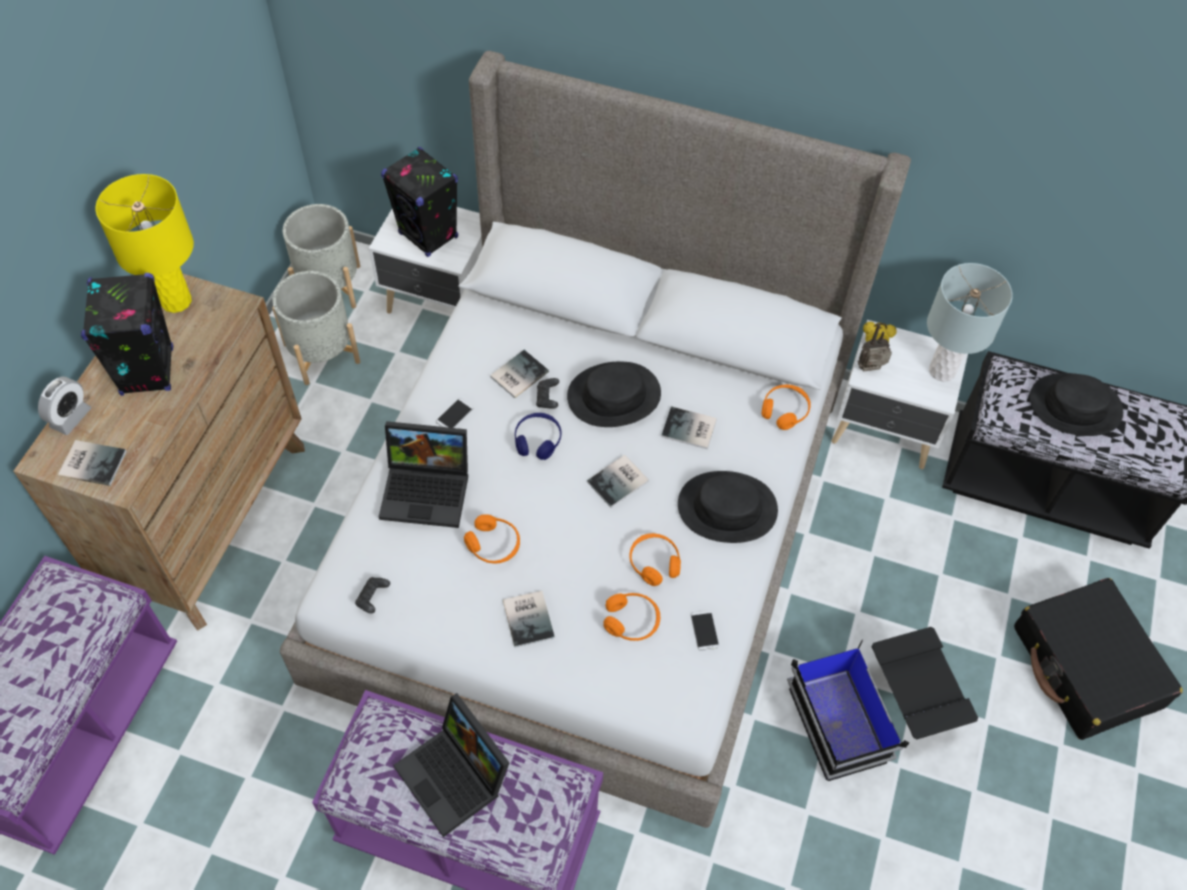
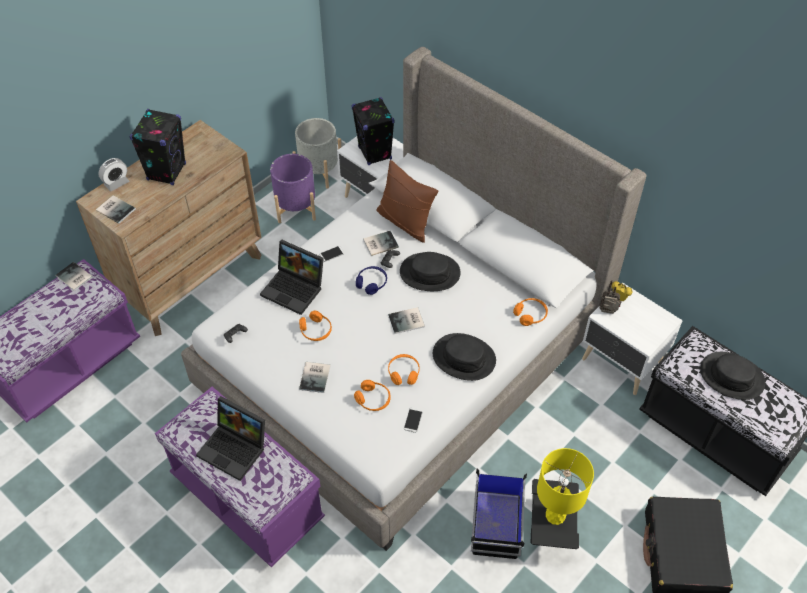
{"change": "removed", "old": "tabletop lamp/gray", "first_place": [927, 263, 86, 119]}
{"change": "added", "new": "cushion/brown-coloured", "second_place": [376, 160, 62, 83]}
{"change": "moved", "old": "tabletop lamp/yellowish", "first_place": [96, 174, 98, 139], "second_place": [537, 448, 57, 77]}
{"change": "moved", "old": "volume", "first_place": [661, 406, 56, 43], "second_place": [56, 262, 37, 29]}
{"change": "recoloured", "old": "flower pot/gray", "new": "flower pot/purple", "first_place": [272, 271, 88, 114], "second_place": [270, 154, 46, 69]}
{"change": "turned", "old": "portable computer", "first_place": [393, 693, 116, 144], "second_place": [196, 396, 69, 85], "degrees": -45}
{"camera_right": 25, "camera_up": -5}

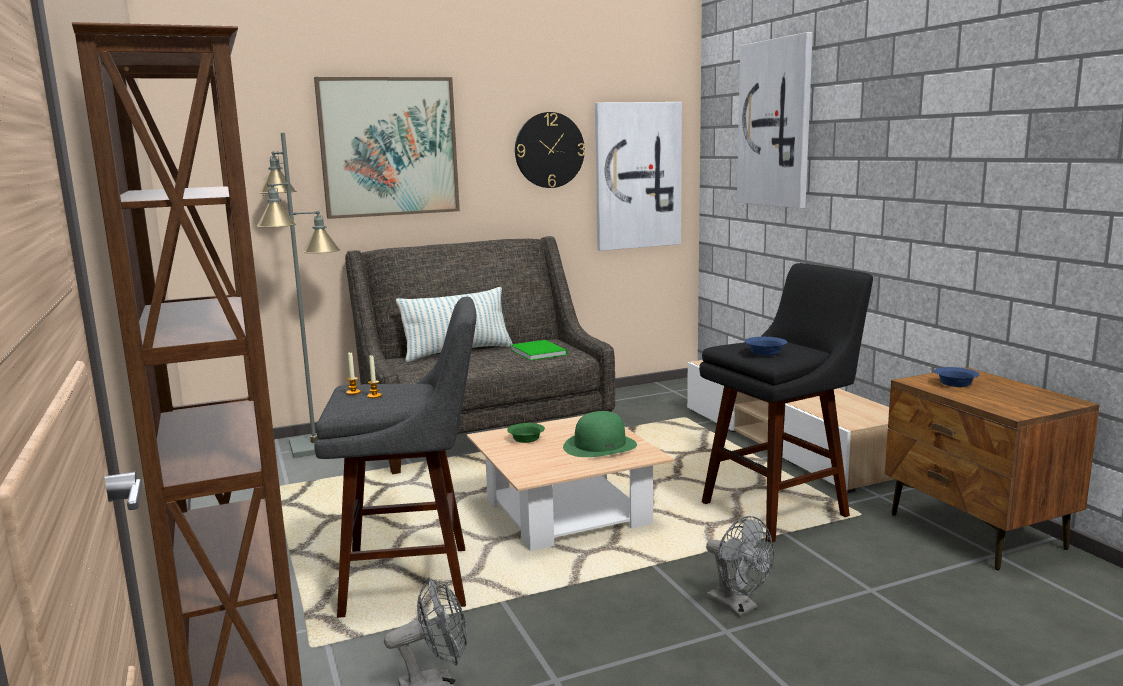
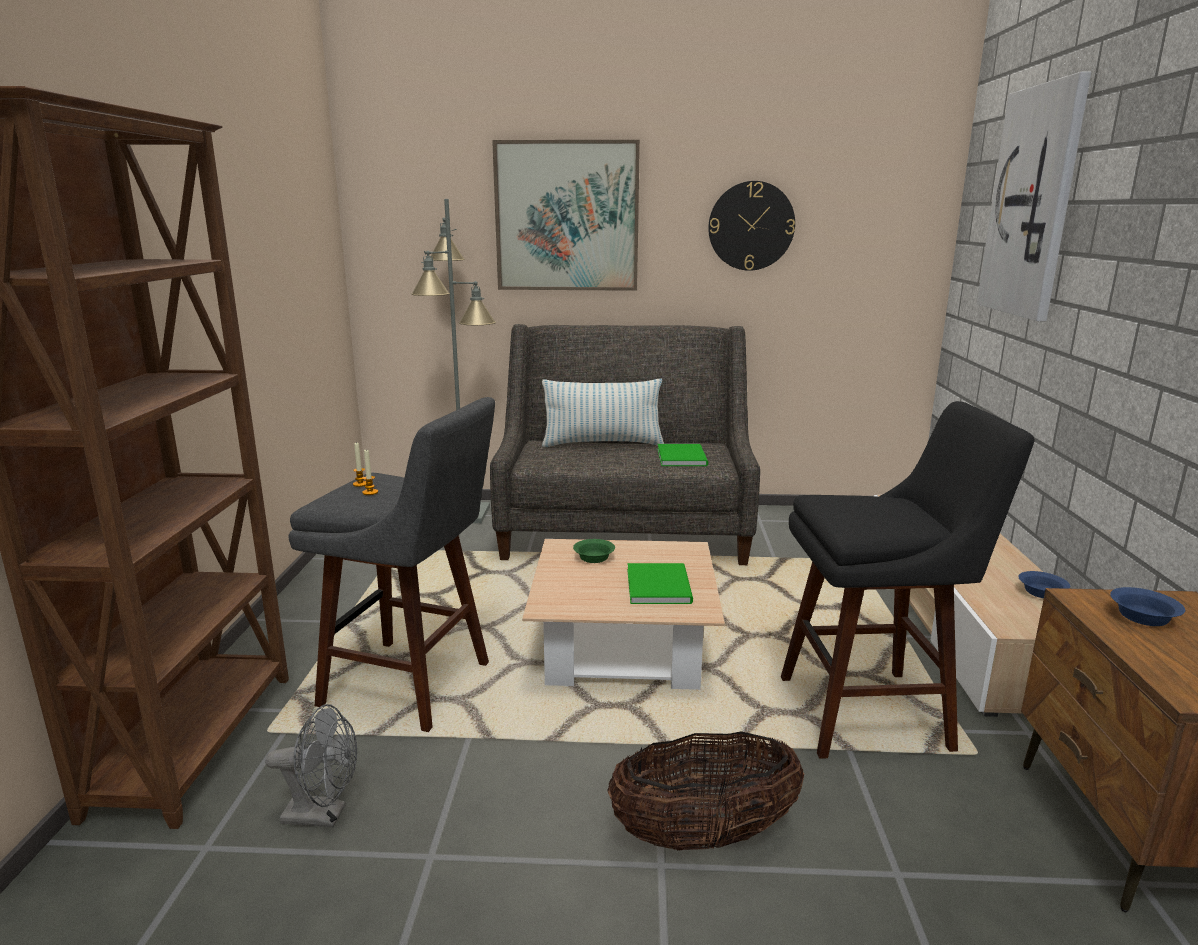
{"change": "removed", "old": "wall picture", "first_place": [595, 102, 87, 149]}
{"change": "moved", "old": "bowl/blue", "first_place": [745, 337, 42, 19], "second_place": [1018, 571, 52, 27]}
{"change": "replaced", "old": "clothing hat/greenish", "new": "volume/greenish", "first_place": [563, 411, 74, 46], "second_place": [627, 563, 66, 41]}
{"change": "replaced", "old": "fan/gray", "new": "storage basket", "first_place": [706, 516, 69, 101], "second_place": [607, 731, 197, 119]}
{"camera_right": 25, "camera_up": 5}

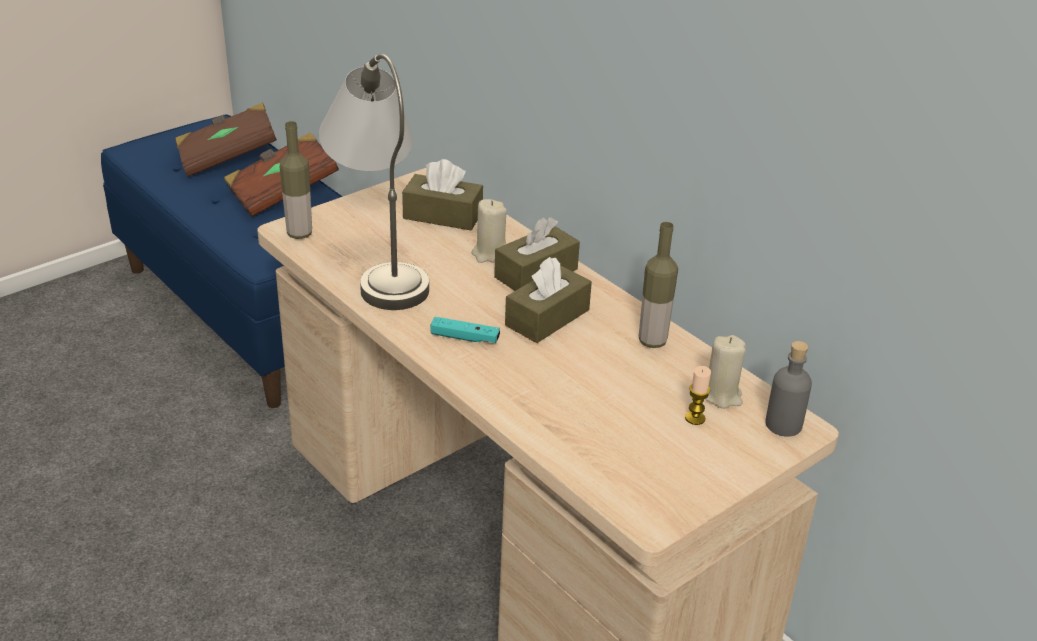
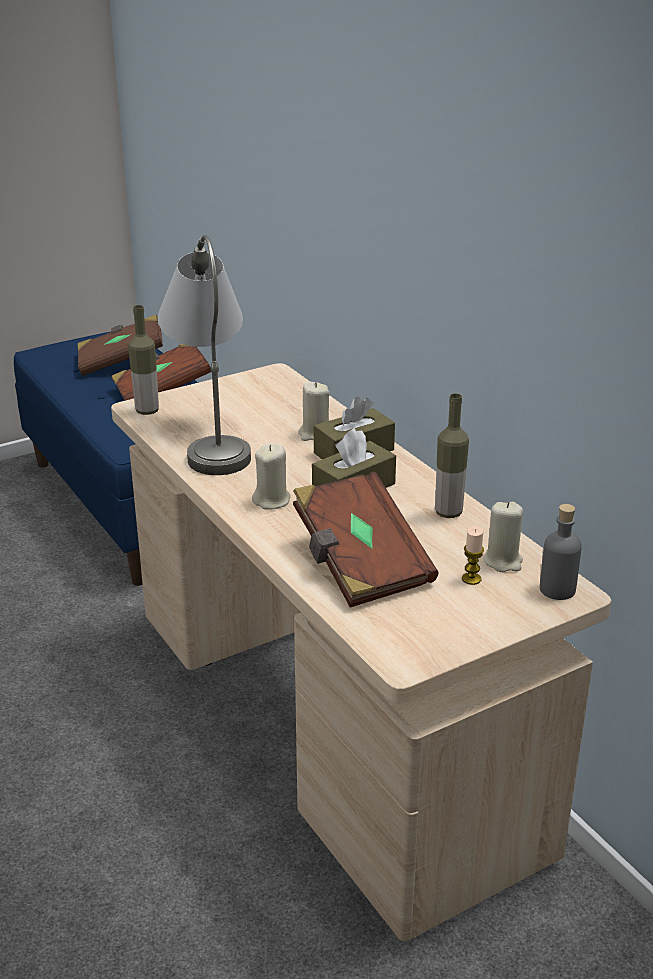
{"change": "removed", "old": "tissue box/brown-coloured", "first_place": [402, 159, 81, 71]}
{"change": "added", "new": "volume/brown-coloured", "second_place": [293, 472, 145, 135]}
{"change": "replaced", "old": "joypad/blue-green", "new": "wax candle/beige-coloured", "first_place": [430, 317, 70, 26], "second_place": [252, 443, 39, 67]}
{"camera_right": 10, "camera_up": -5}

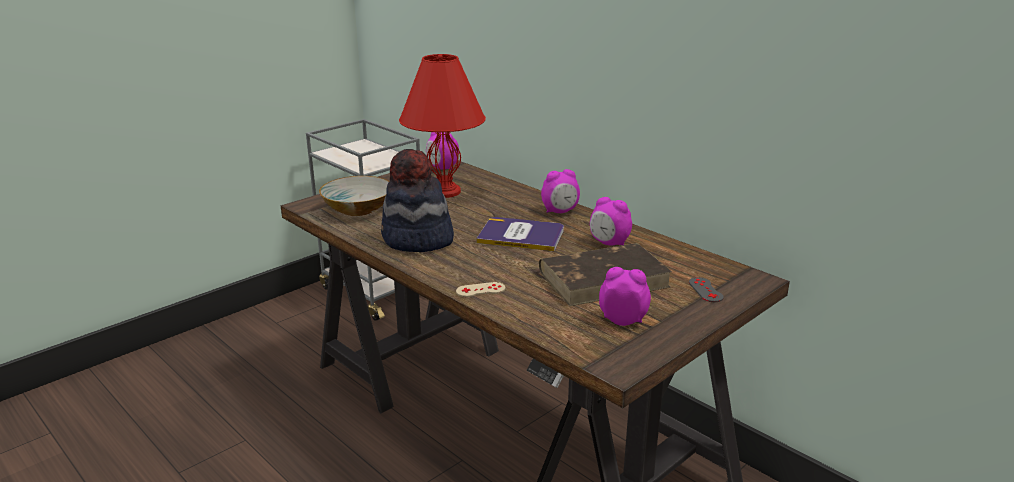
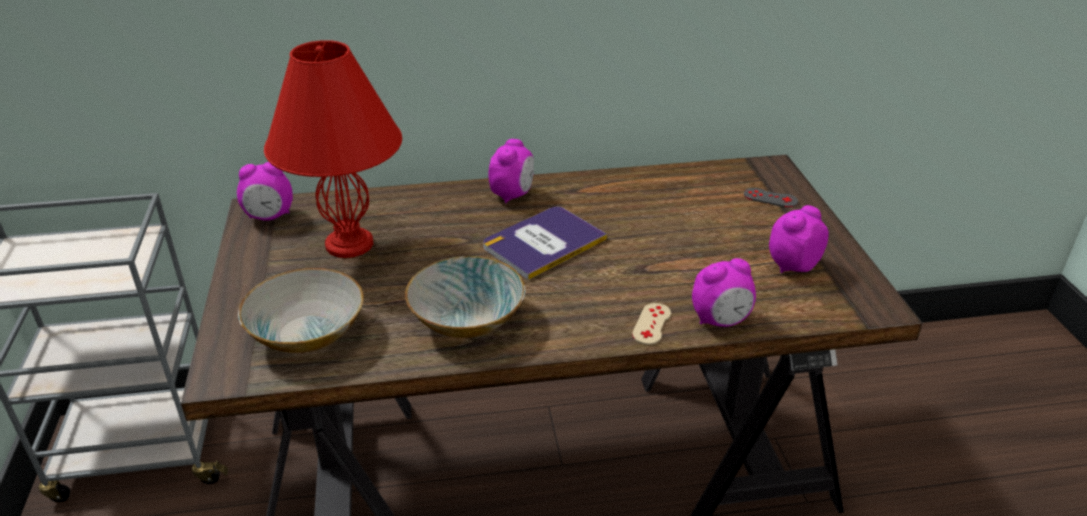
{"change": "removed", "old": "volume/brown-coloured", "first_place": [539, 243, 133, 63]}
{"change": "moved", "old": "table clock", "first_place": [590, 197, 42, 48], "second_place": [692, 258, 64, 69]}
{"change": "replaced", "old": "clothing hat", "new": "bowl", "first_place": [381, 149, 73, 103], "second_place": [405, 256, 121, 82]}
{"camera_right": -55, "camera_up": 10}

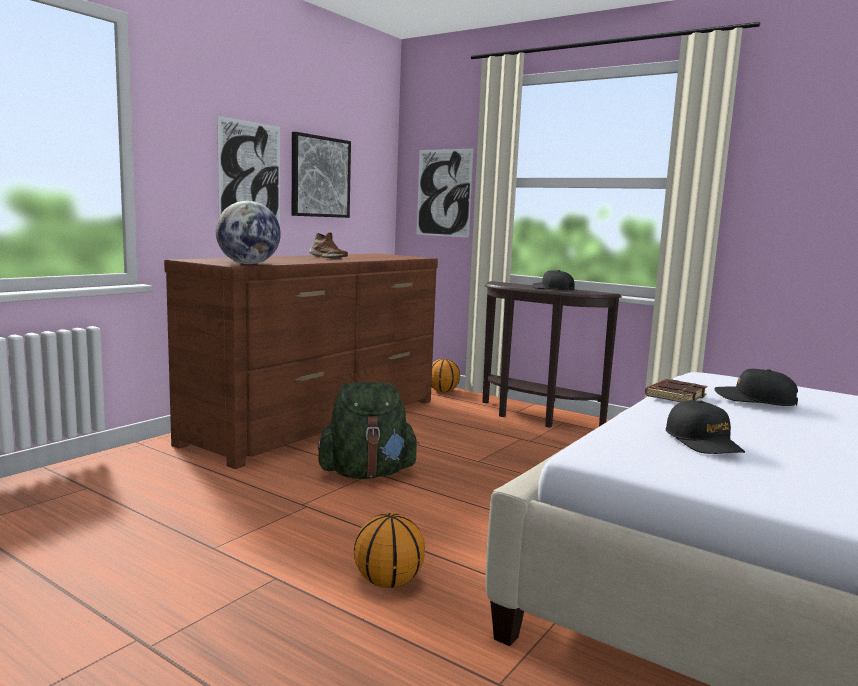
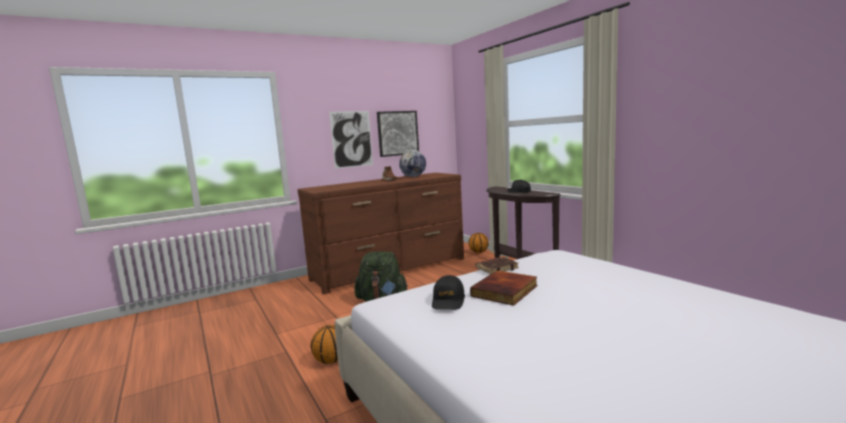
{"change": "removed", "old": "wall picture", "first_place": [417, 149, 56, 89]}
{"change": "removed", "old": "baseball cap/blackish", "first_place": [715, 369, 83, 37]}
{"change": "added", "new": "volume", "second_place": [470, 270, 68, 36]}
{"change": "moved", "old": "desk globe", "first_place": [216, 201, 65, 63], "second_place": [399, 150, 27, 27]}
{"camera_right": 25, "camera_up": 0}

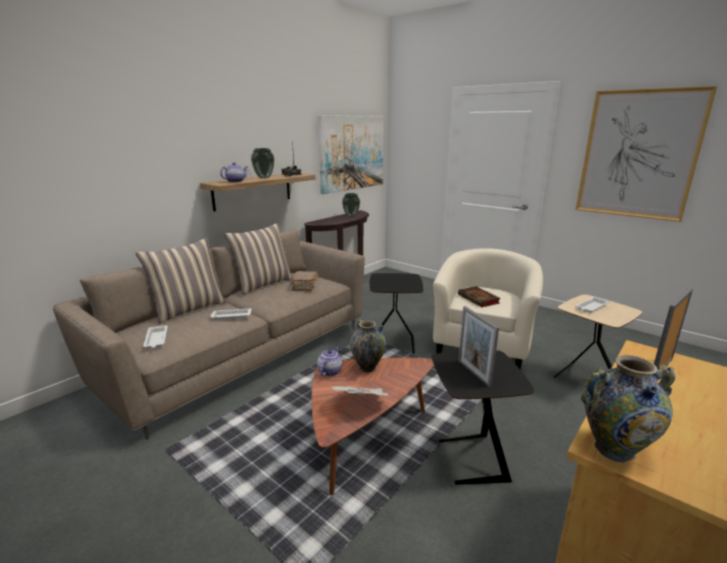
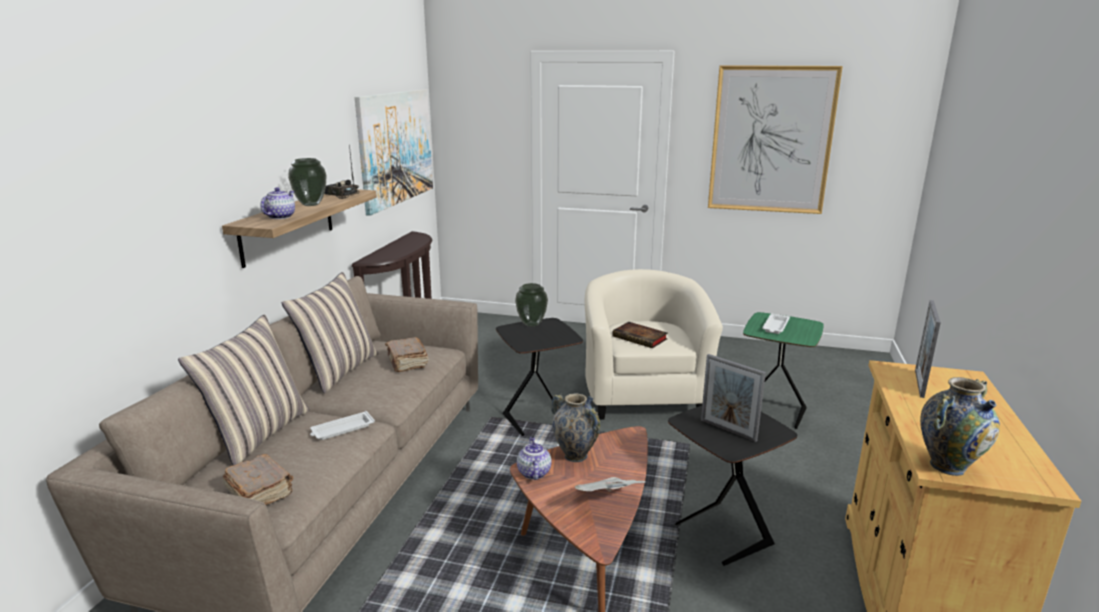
{"change": "moved", "old": "flower vase", "first_place": [342, 193, 18, 24], "second_place": [515, 283, 33, 44]}
{"change": "replaced", "old": "tray/white", "new": "volume/brown-coloured", "first_place": [143, 325, 25, 24], "second_place": [222, 454, 72, 51]}
{"change": "recoloured", "old": "end table/beige-coloured", "new": "end table/greenish", "first_place": [554, 295, 88, 83], "second_place": [743, 312, 81, 117]}
{"camera_right": -25, "camera_up": 0}

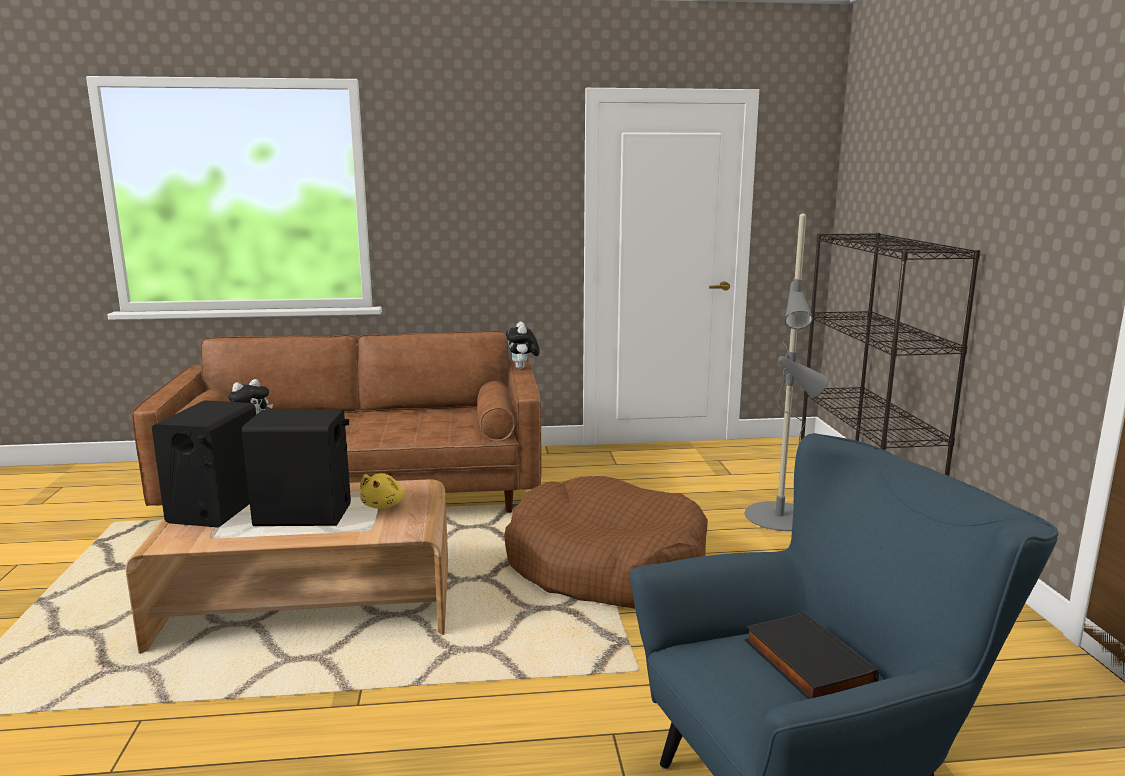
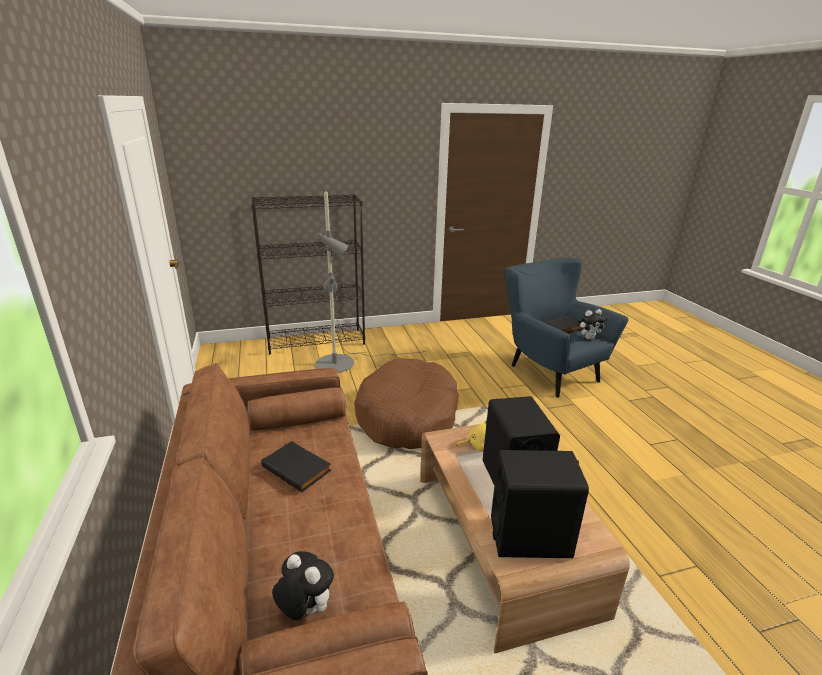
{"change": "added", "new": "volume/blackish", "second_place": [261, 441, 70, 51]}
{"change": "moved", "old": "plush toy", "first_place": [506, 321, 34, 48], "second_place": [579, 309, 28, 30]}
{"camera_right": -100, "camera_up": 10}

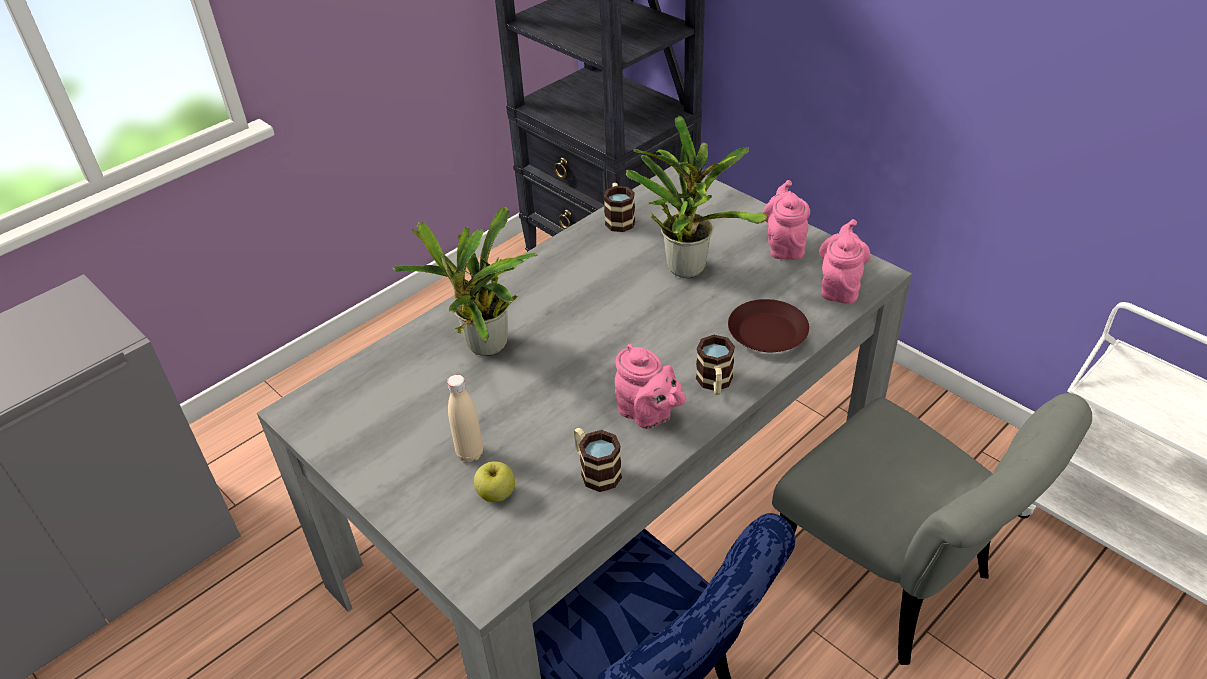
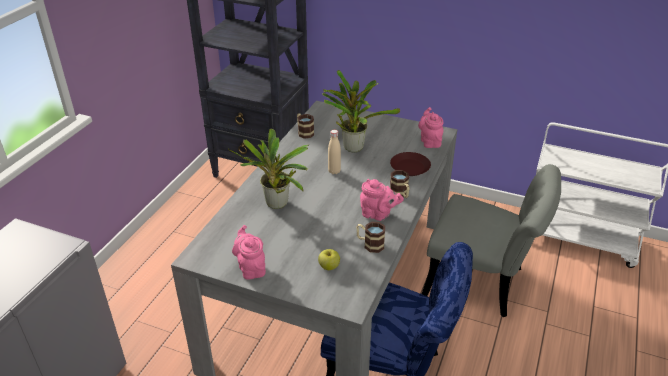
{"change": "moved", "old": "bottle/beige-coloured", "first_place": [447, 375, 36, 88], "second_place": [328, 130, 13, 44]}
{"change": "moved", "old": "tea pot/pinkish", "first_place": [763, 180, 47, 80], "second_place": [232, 225, 34, 55]}
{"camera_right": -25, "camera_up": -5}

